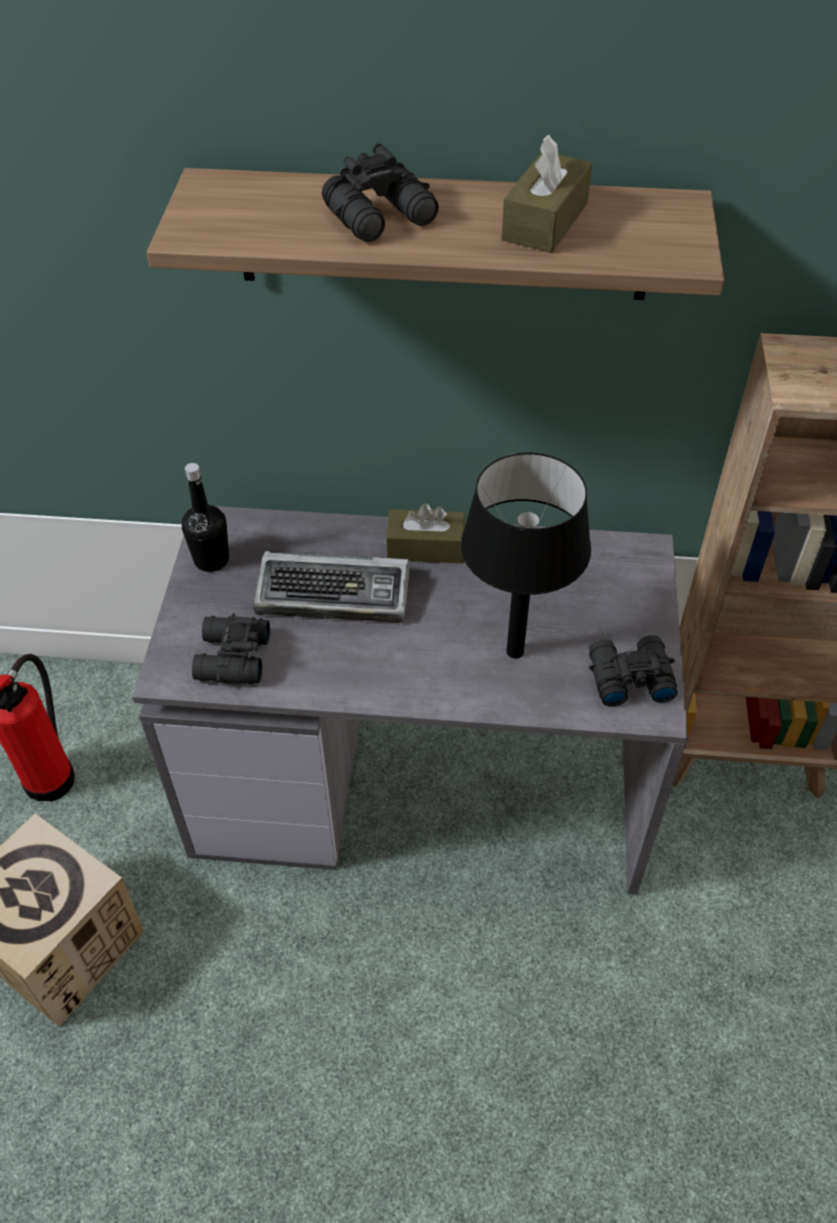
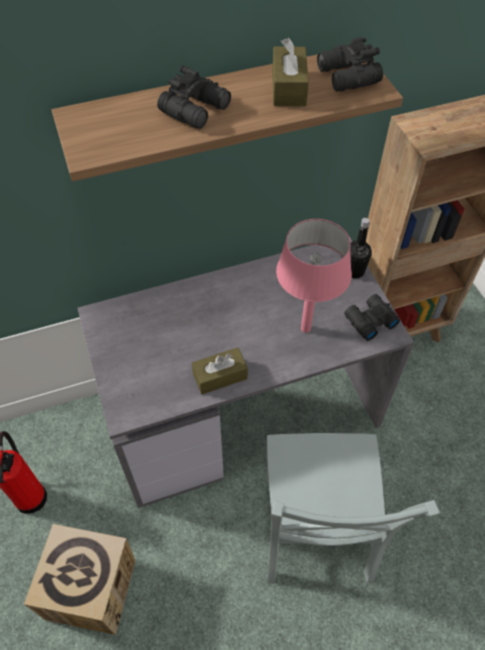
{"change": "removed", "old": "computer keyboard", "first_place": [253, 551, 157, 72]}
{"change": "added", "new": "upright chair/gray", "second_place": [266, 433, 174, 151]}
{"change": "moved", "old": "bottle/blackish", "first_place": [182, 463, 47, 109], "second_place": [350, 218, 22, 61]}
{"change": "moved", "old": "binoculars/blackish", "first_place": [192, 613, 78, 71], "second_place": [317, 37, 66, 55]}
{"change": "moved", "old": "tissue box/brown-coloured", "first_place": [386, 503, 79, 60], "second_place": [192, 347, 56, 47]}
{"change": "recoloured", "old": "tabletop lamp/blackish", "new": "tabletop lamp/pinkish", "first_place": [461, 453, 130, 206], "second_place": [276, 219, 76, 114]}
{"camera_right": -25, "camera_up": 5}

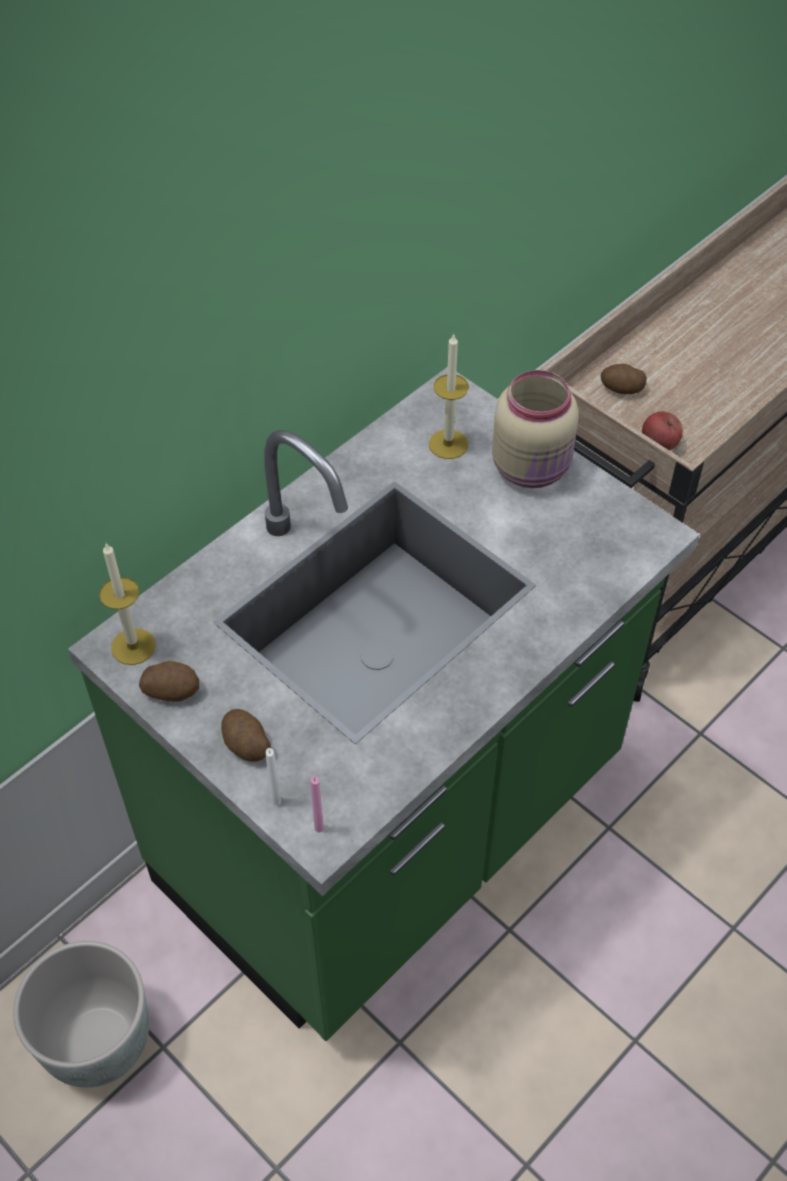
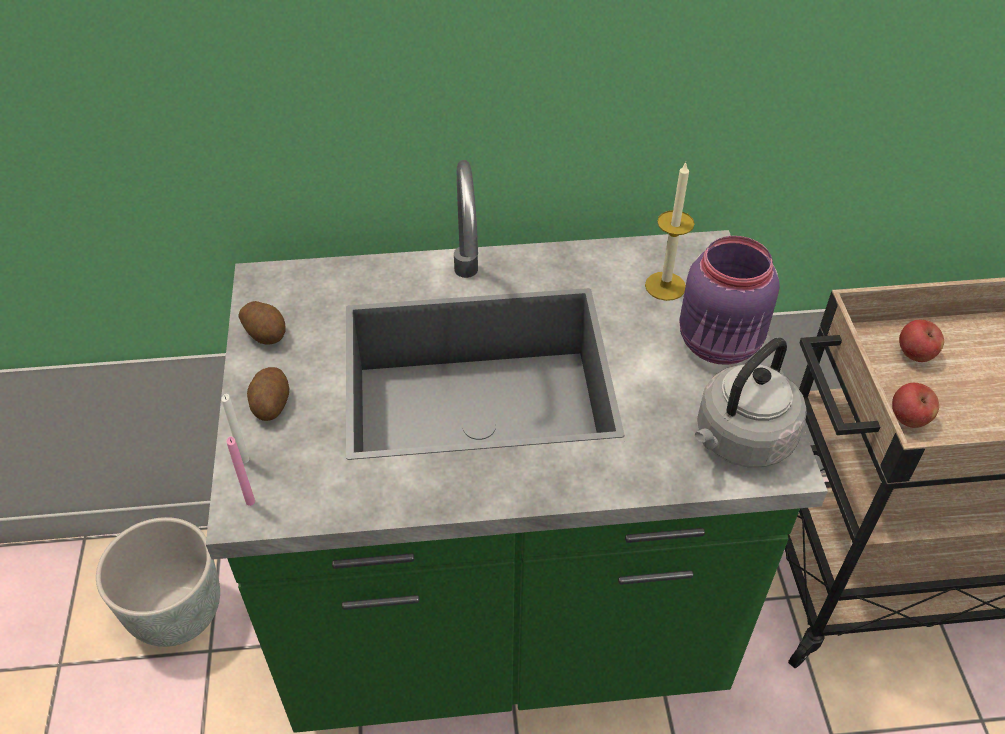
{"change": "removed", "old": "wax candle", "first_place": [99, 543, 57, 122]}
{"change": "added", "new": "tea kettle/gray", "second_place": [695, 337, 112, 130]}
{"change": "replaced", "old": "whole potato", "new": "apple", "first_place": [601, 364, 46, 30], "second_place": [899, 320, 45, 42]}
{"change": "recoloured", "old": "storage jar/beige-coloured", "new": "storage jar/purple", "first_place": [492, 370, 87, 118], "second_place": [679, 236, 101, 129]}
{"camera_right": 40, "camera_up": -5}

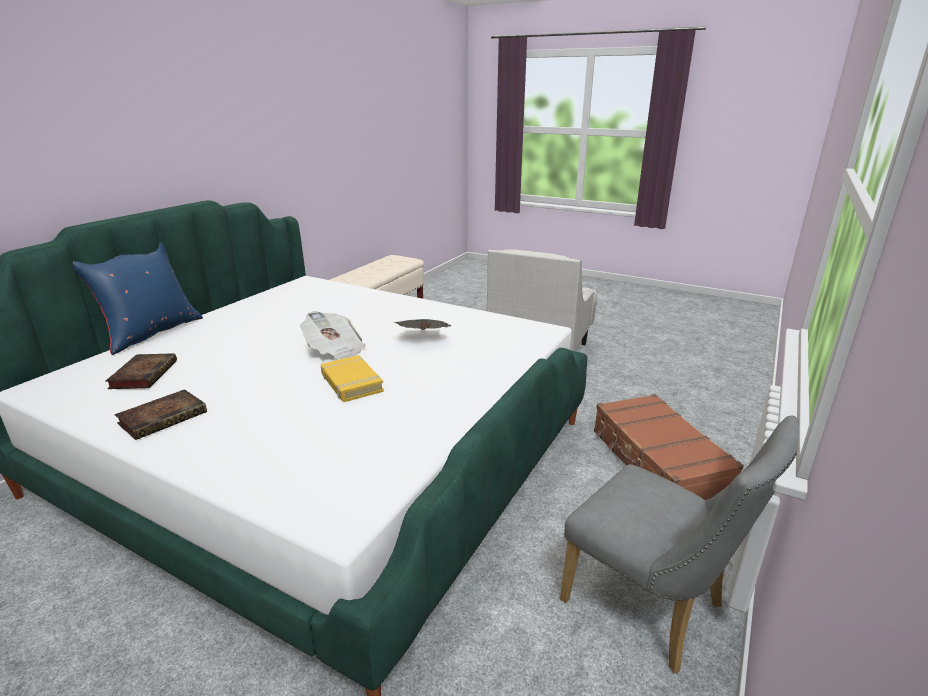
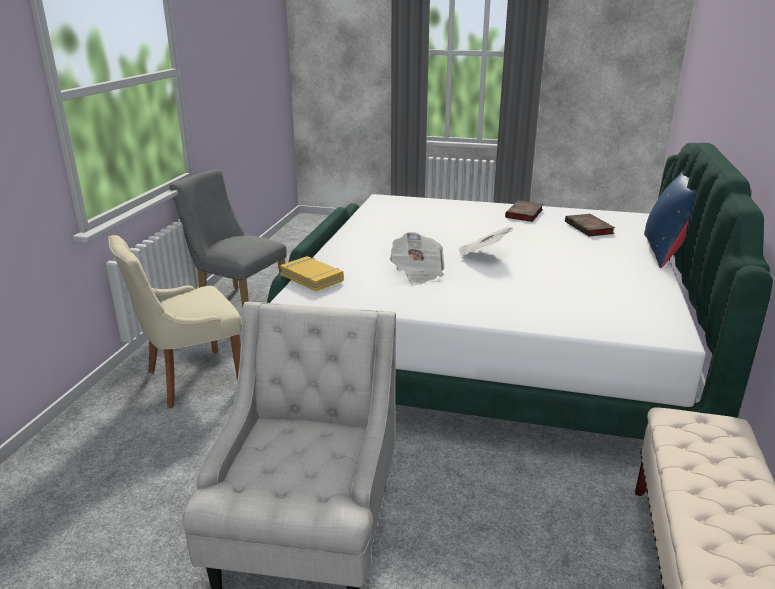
{"change": "moved", "old": "volume/yellowish", "first_place": [321, 355, 63, 47], "second_place": [280, 256, 64, 35]}
{"change": "replaced", "old": "piece of luggage/brown-coloured", "new": "upright chair/beige-coloured", "first_place": [594, 394, 150, 107], "second_place": [108, 235, 133, 173]}
{"camera_right": 165, "camera_up": 0}

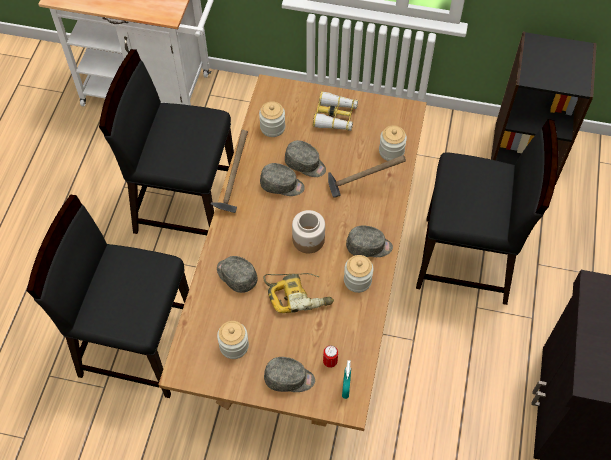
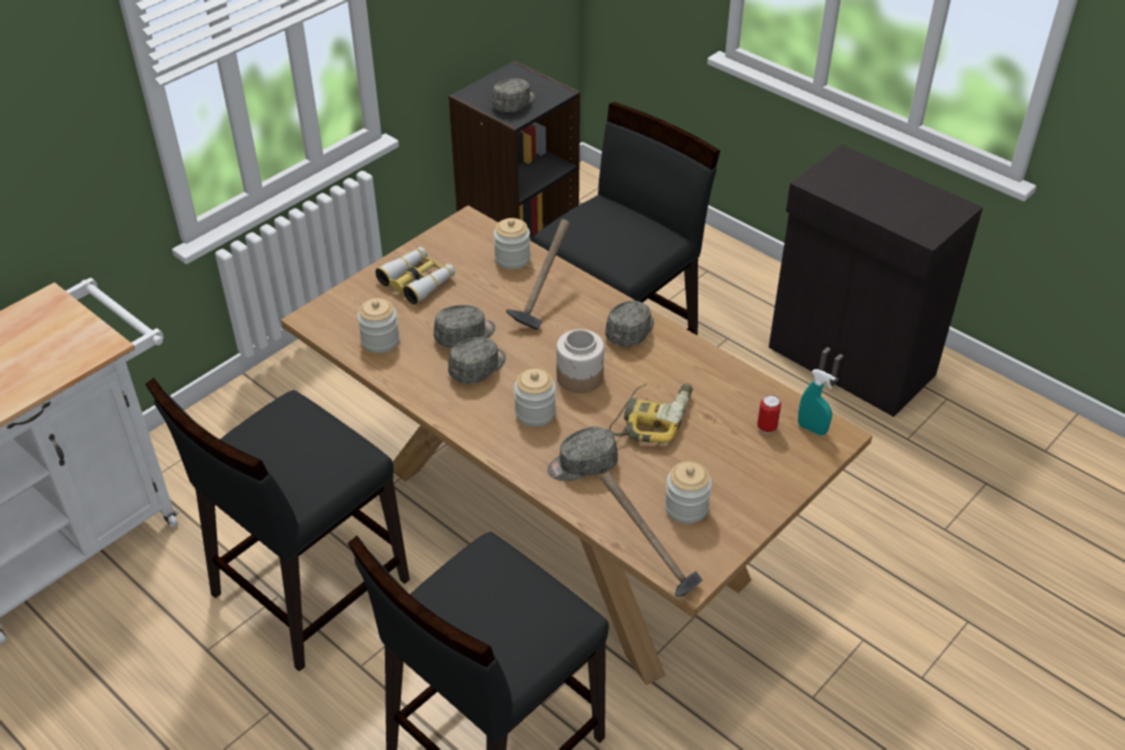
{"change": "moved", "old": "tool hammer", "first_place": [211, 130, 37, 83], "second_place": [600, 472, 102, 125]}
{"change": "moved", "old": "baseball cap/gray", "first_place": [264, 357, 51, 35], "second_place": [492, 78, 43, 34]}
{"change": "moved", "old": "storage jar", "first_place": [344, 255, 30, 38], "second_place": [514, 368, 42, 59]}
{"camera_right": -60, "camera_up": -15}

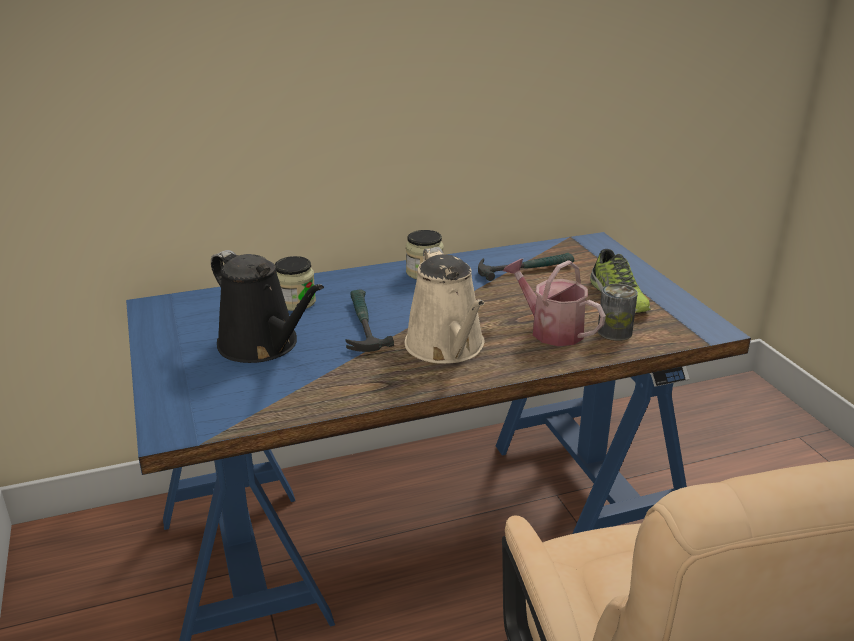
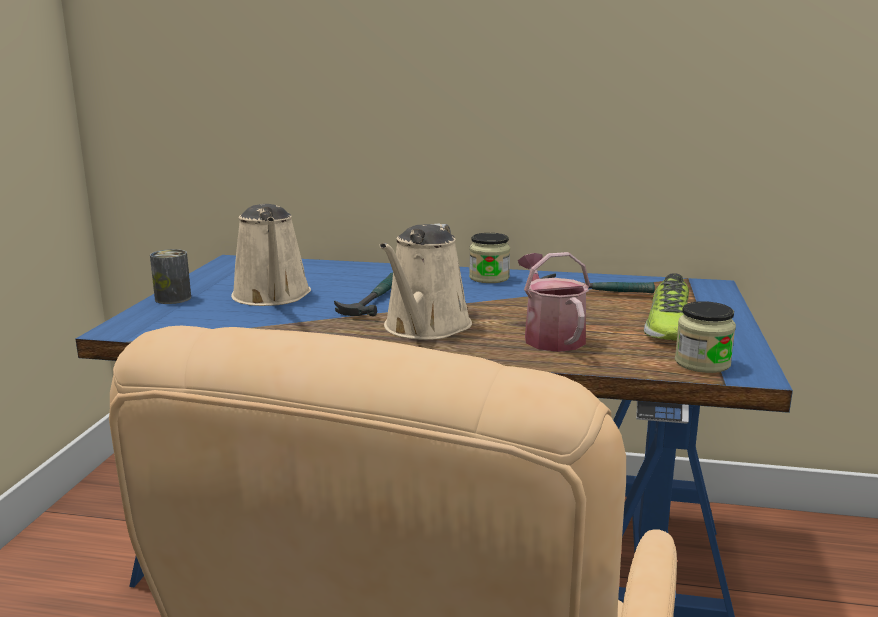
{"change": "moved", "old": "storage jar", "first_place": [274, 256, 42, 55], "second_place": [675, 301, 61, 72]}
{"change": "moved", "old": "metal can", "first_place": [598, 284, 40, 57], "second_place": [150, 249, 41, 55]}
{"change": "recoloured", "old": "watering can/blackish", "new": "watering can/beige-coloured", "first_place": [211, 250, 113, 113], "second_place": [231, 204, 80, 102]}
{"camera_right": 30, "camera_up": -10}

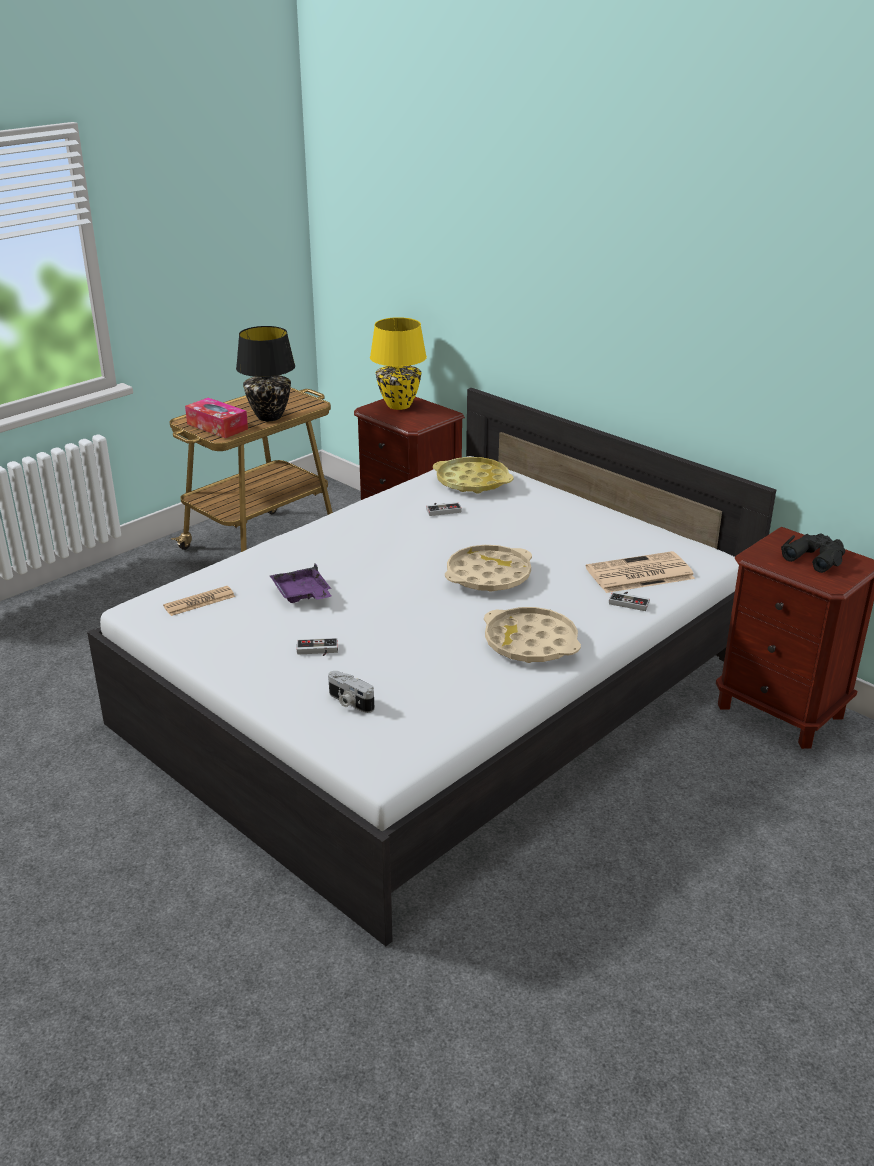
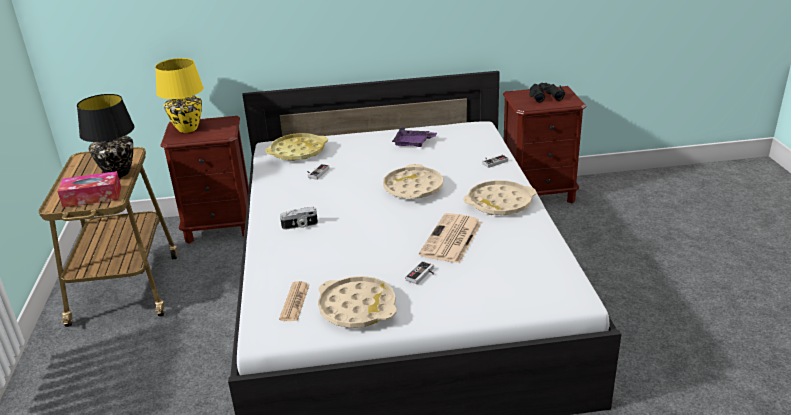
{"change": "added", "new": "tray/beige-coloured", "second_place": [318, 276, 79, 52]}
{"change": "moved", "old": "tray/purple", "first_place": [270, 563, 61, 40], "second_place": [392, 127, 45, 20]}
{"change": "moved", "old": "still camera", "first_place": [328, 671, 46, 42], "second_place": [280, 207, 38, 23]}
{"change": "moved", "old": "daily paper", "first_place": [586, 551, 109, 42], "second_place": [419, 213, 63, 50]}
{"camera_right": -50, "camera_up": 0}

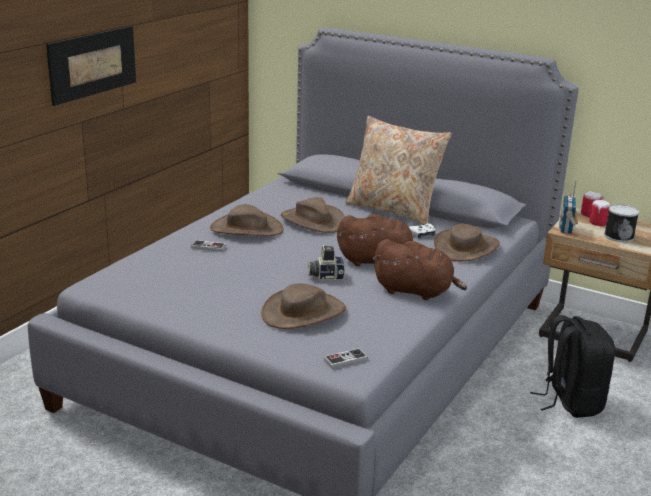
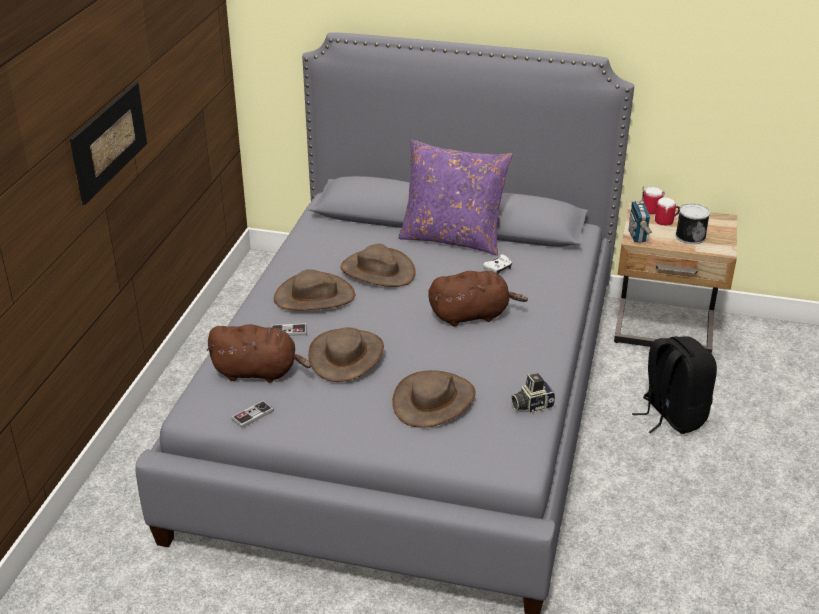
{"change": "moved", "old": "still camera", "first_place": [308, 245, 37, 35], "second_place": [511, 373, 45, 40]}
{"change": "moved", "old": "joypad", "first_place": [324, 348, 44, 20], "second_place": [231, 400, 43, 28]}
{"change": "moved", "old": "plush toy/brown-coloured", "first_place": [373, 239, 94, 61], "second_place": [206, 324, 105, 59]}
{"change": "moved", "old": "clothing hat/brown-coloured", "first_place": [434, 224, 66, 37], "second_place": [308, 327, 76, 55]}
{"change": "recoloured", "old": "cushion/beige-coloured", "new": "cushion/purple", "first_place": [345, 116, 107, 108], "second_place": [398, 140, 114, 115]}
{"camera_right": -15, "camera_up": 10}

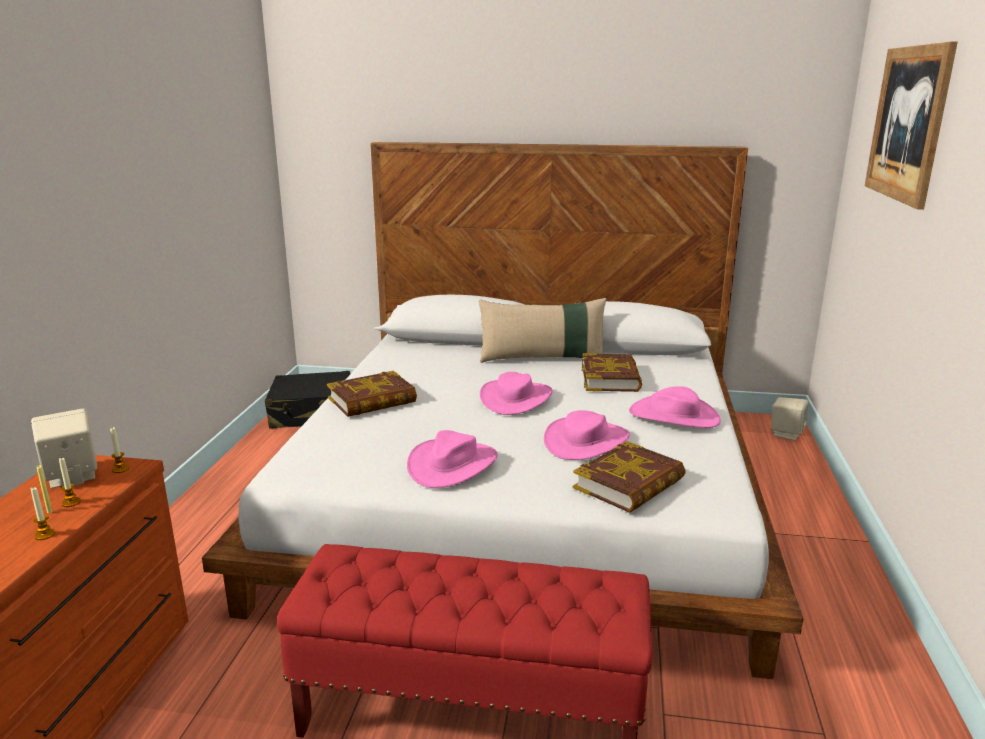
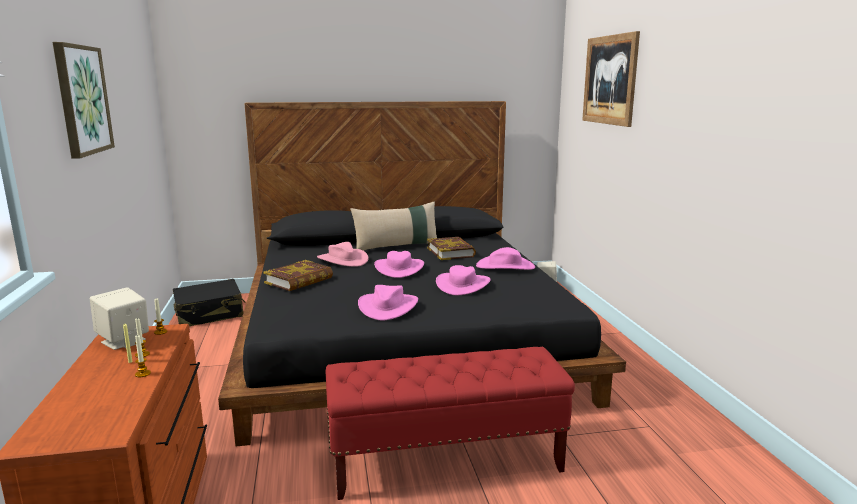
{"change": "removed", "old": "volume", "first_place": [573, 441, 113, 72]}
{"change": "added", "new": "wall picture", "second_place": [53, 42, 62, 117]}
{"change": "added", "new": "clothing hat/pinkish", "second_place": [317, 242, 51, 25]}
{"change": "recoloured", "old": "bed/white", "new": "bed/blackish", "first_place": [202, 142, 601, 537], "second_place": [218, 101, 408, 345]}
{"camera_right": -20, "camera_up": -5}

